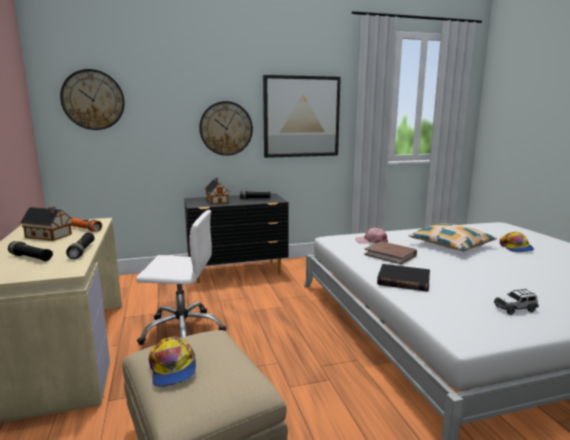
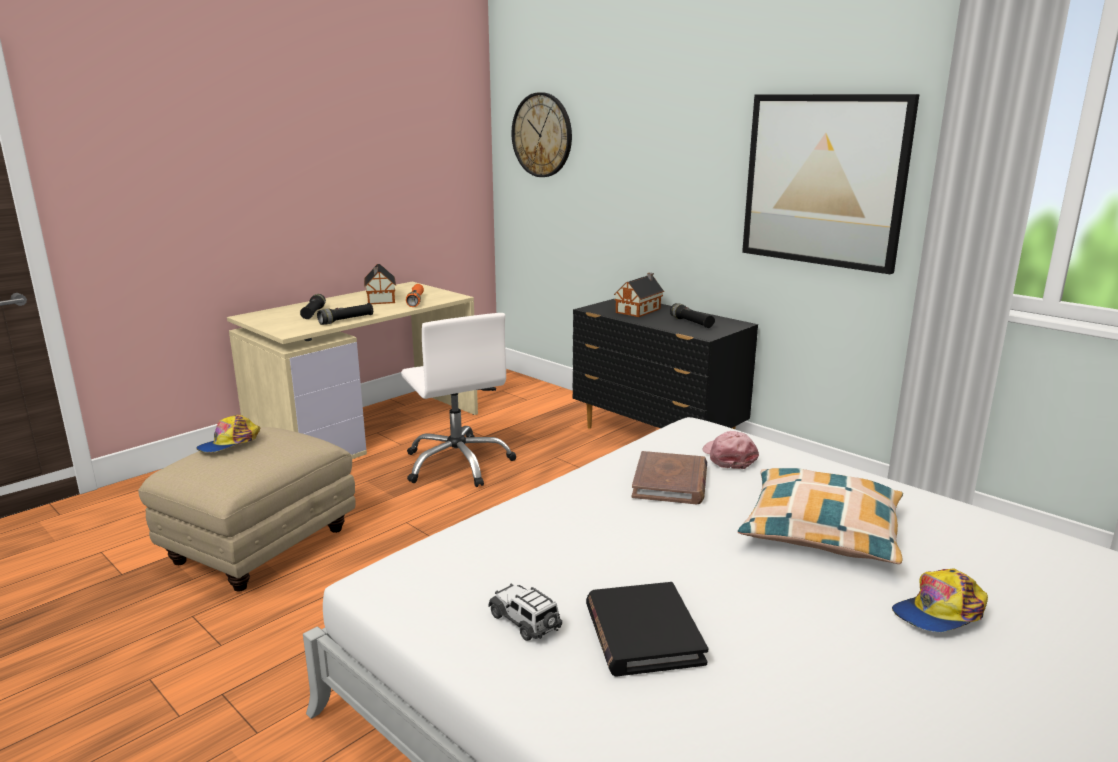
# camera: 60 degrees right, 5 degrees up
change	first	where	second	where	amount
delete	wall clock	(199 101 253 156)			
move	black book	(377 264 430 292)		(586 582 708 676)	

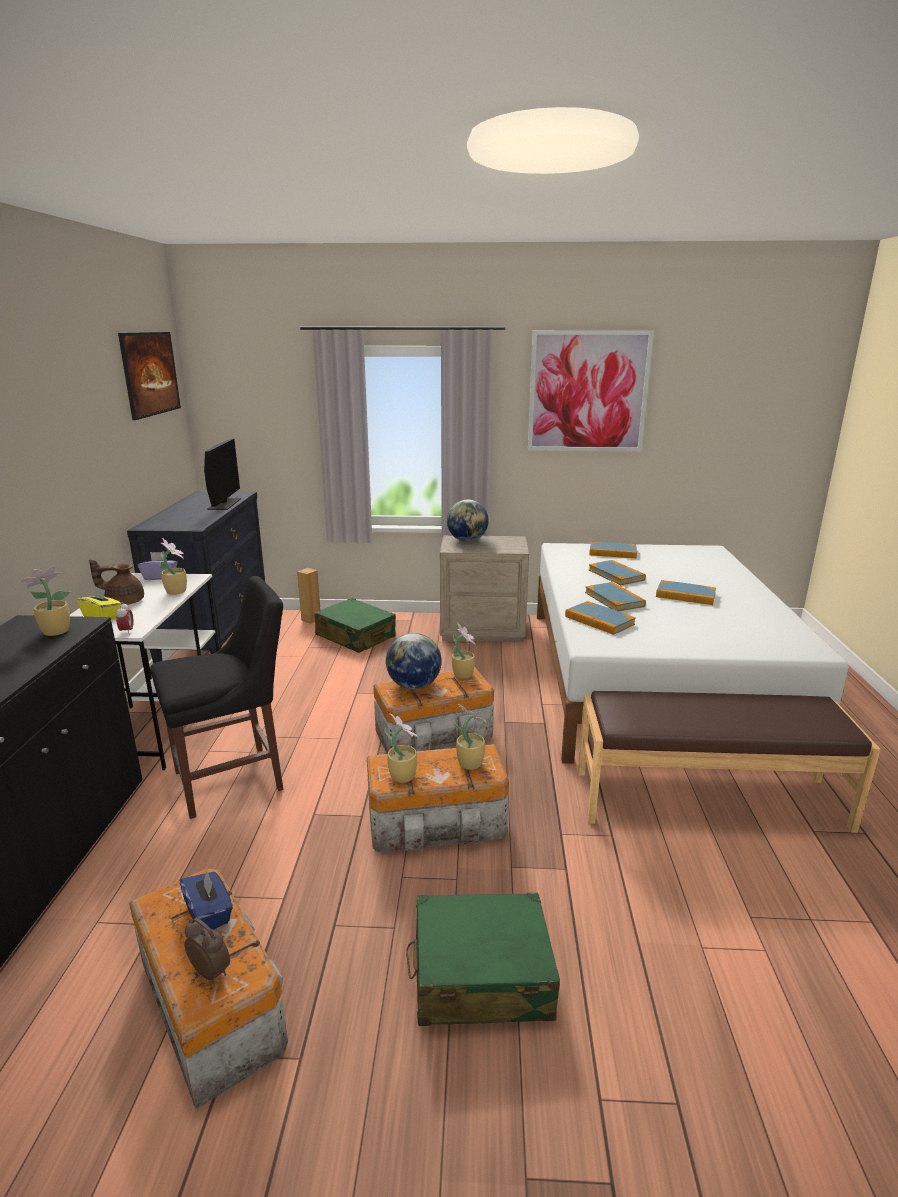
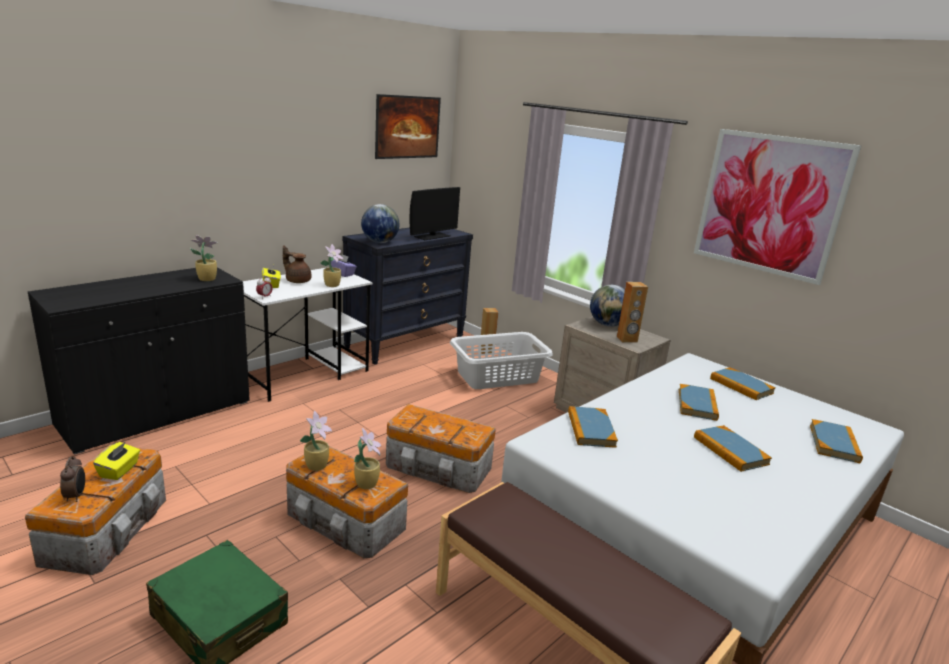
# camera: 40 degrees right, 0 degrees up
change	first	where	second	where	amount
delete	black chair	(150 576 283 819)			
move	book	(585 582 646 611)		(810 419 863 463)	
replace	green suitcase	(314 598 396 653)	white laundry basket	(450 332 553 389)	
delete	potted plant	(452 623 476 679)			
move	globe	(386 633 442 690)		(361 204 399 243)	
recolor	blue tissue box	(180 870 233 929)	yellow tissue box	(93 442 140 480)	
insert			brown speaker	(617 282 648 343)	

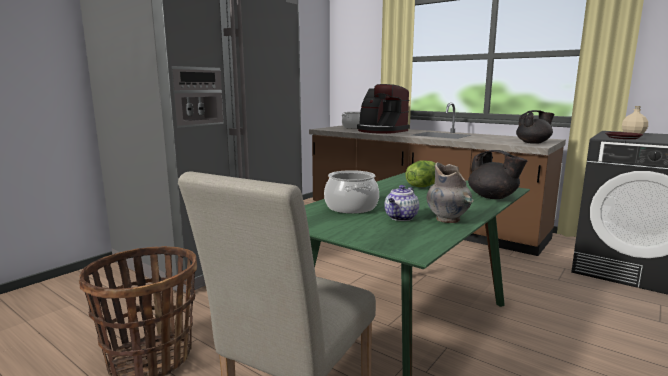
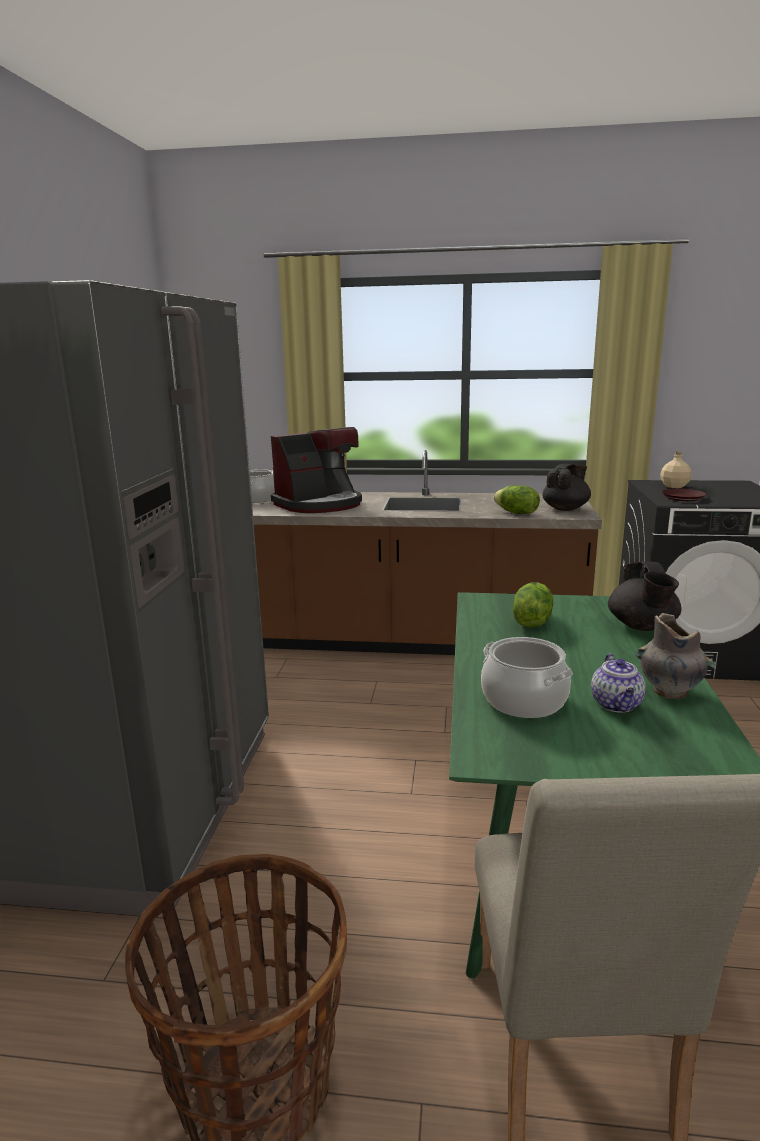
# camera: 30 degrees left, 5 degrees up
change	first	where	second	where	amount
rotate	coffee machine	(357 84 410 134)		(271 427 362 513)	45 degrees counterclockwise
rotate	black teapot	(468 150 528 199)		(608 561 682 631)	75 degrees clockwise
insert			lettuce	(494 485 540 514)	

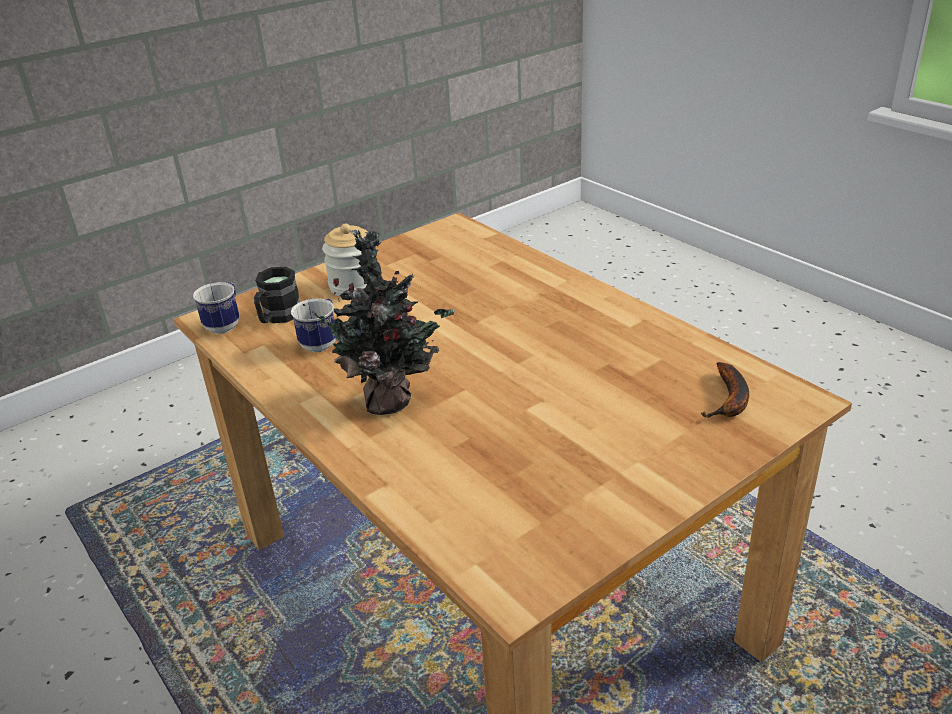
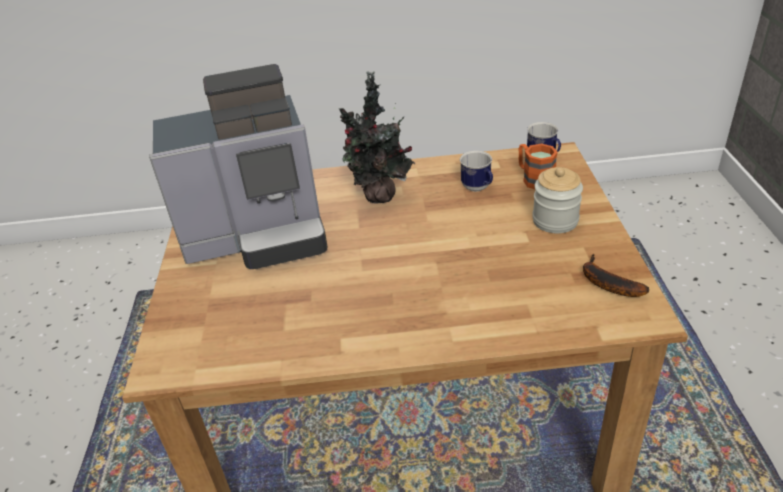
# camera: 125 degrees right, 5 degrees up
change	first	where	second	where	amount
recolor	black mug	(254 267 300 323)	orange mug	(519 144 558 189)	
move	banana	(700 362 749 418)		(583 254 649 297)	
insert			coffee machine	(149 64 328 269)	

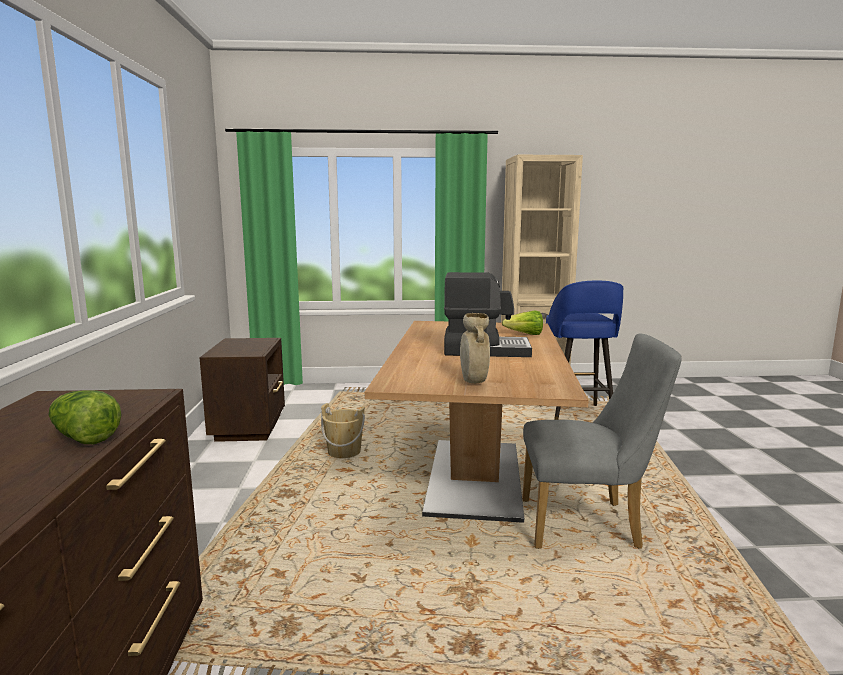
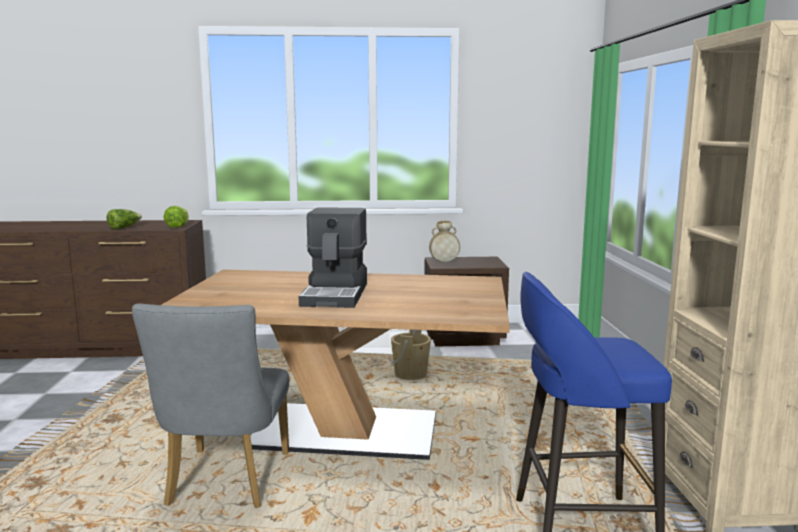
# camera: 90 degrees right, 0 degrees up
change	first	where	second	where	amount
move	lettuce	(502 311 543 335)		(163 206 189 228)	
move	beige vase	(460 313 490 384)		(429 221 460 262)	

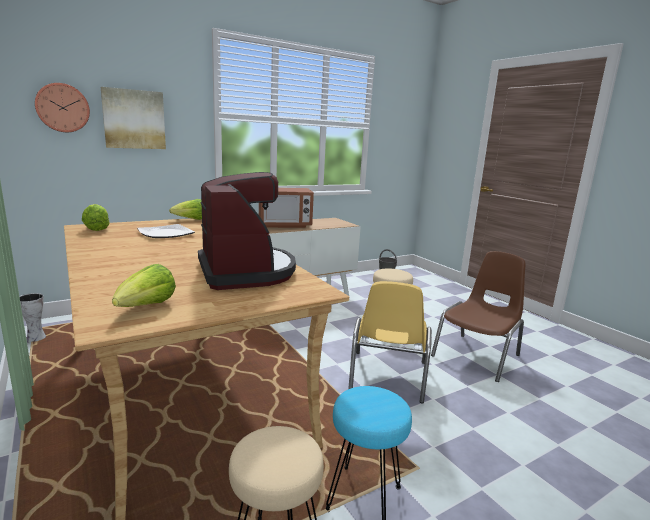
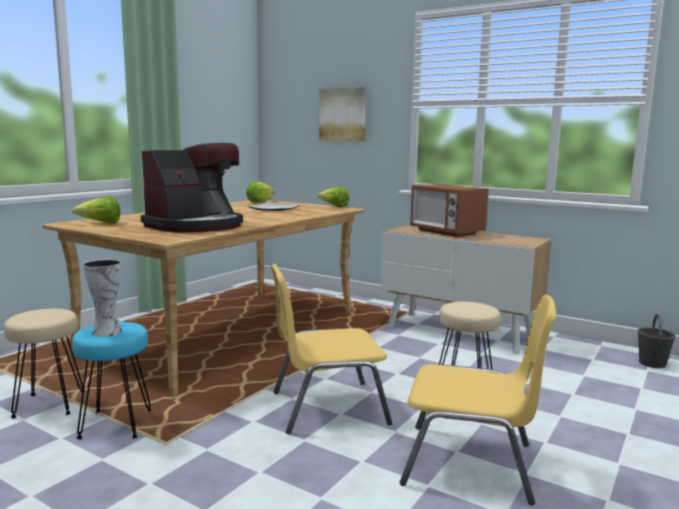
# camera: 65 degrees right, 5 degrees down
change	first	where	second	where	amount
delete	wall clock	(35 83 90 132)			
recolor	brown chair	(431 251 525 382)	yellow chair	(400 295 556 505)	
move	vase	(19 293 46 343)		(83 259 122 337)	

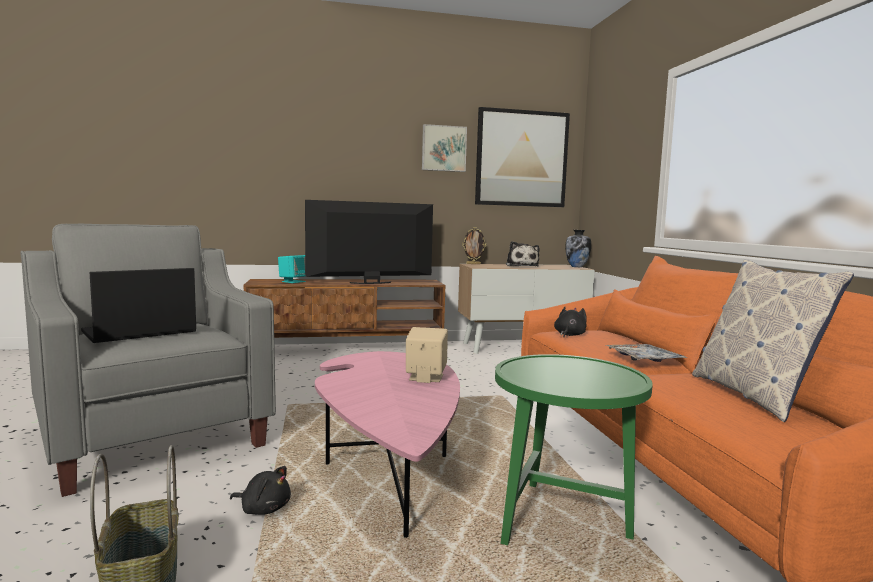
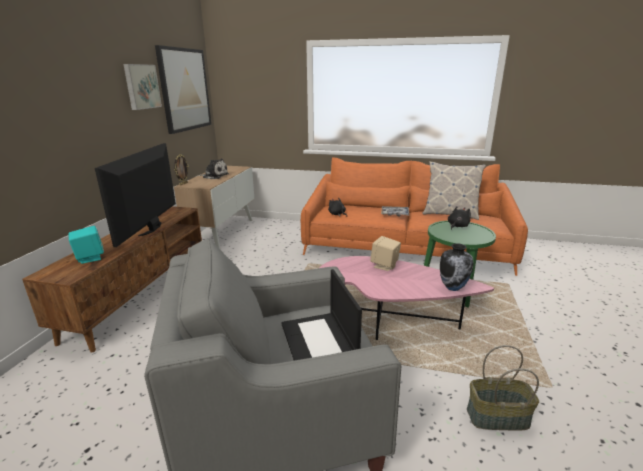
# camera: 65 degrees left, 15 degrees up
change	first	where	second	where	amount
move	vase	(565 230 591 267)		(440 243 474 291)	
move	black plush toy	(230 466 291 515)		(448 207 471 229)	

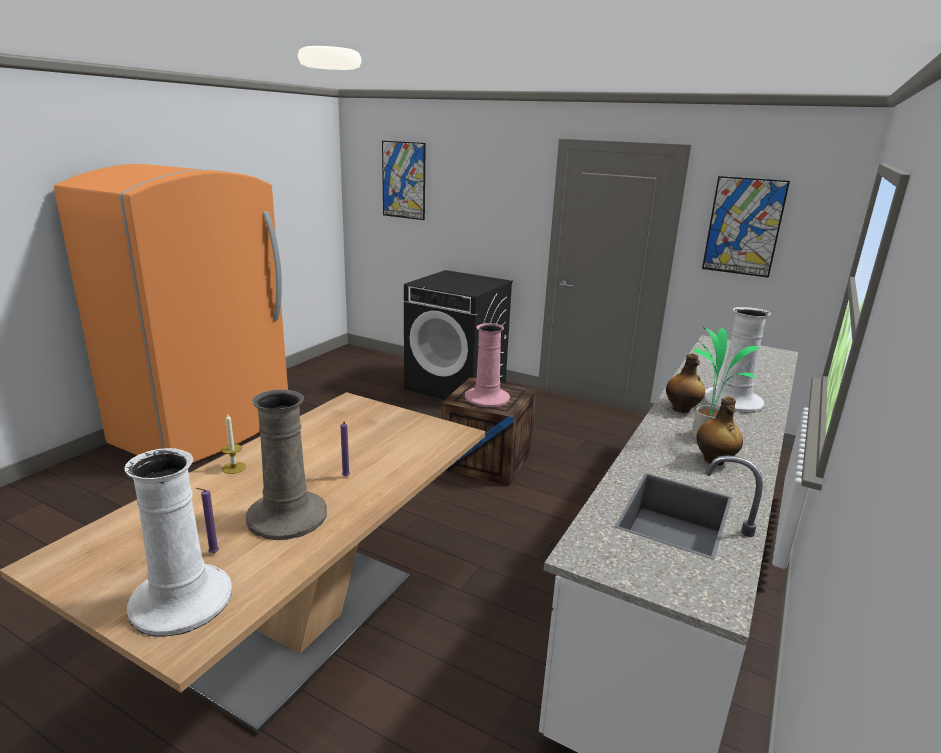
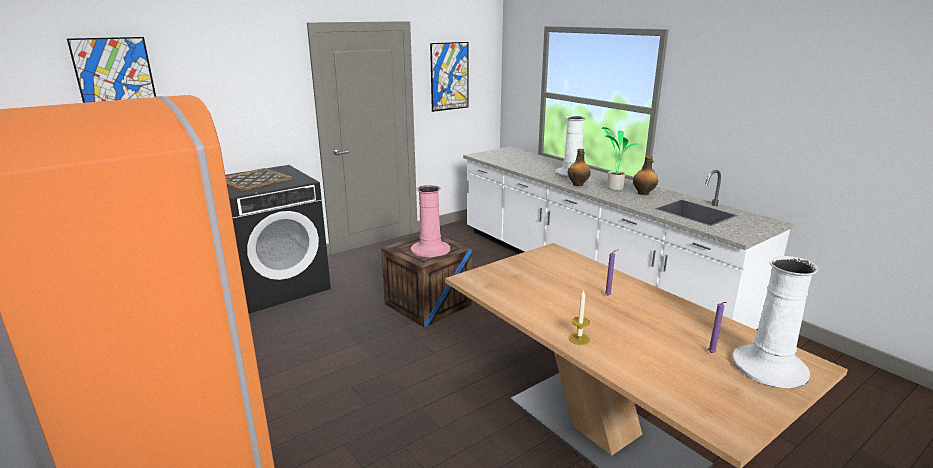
# camera: 65 degrees left, 0 degrees up
change	first	where	second	where	amount
delete	beige vase	(246 389 327 540)			
insert			tray	(226 168 293 191)	

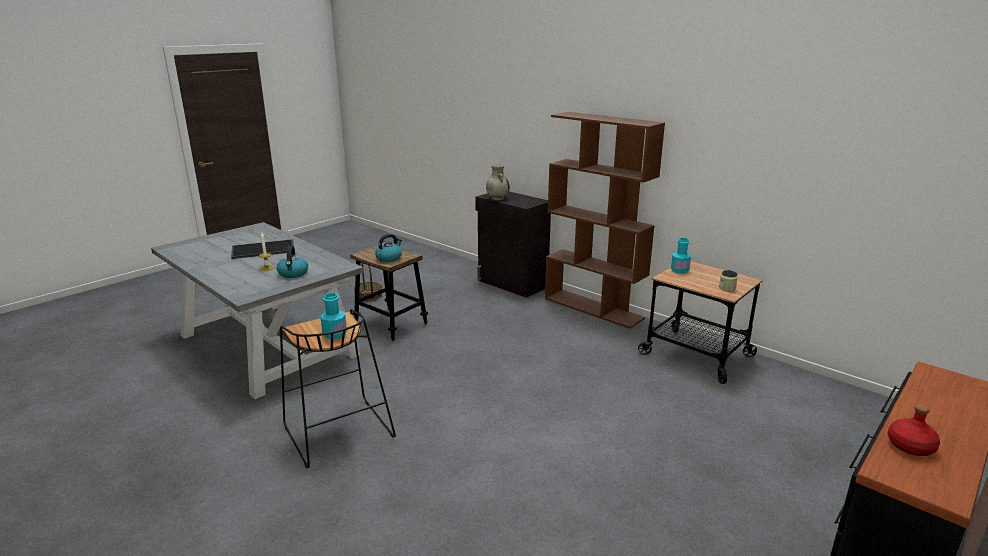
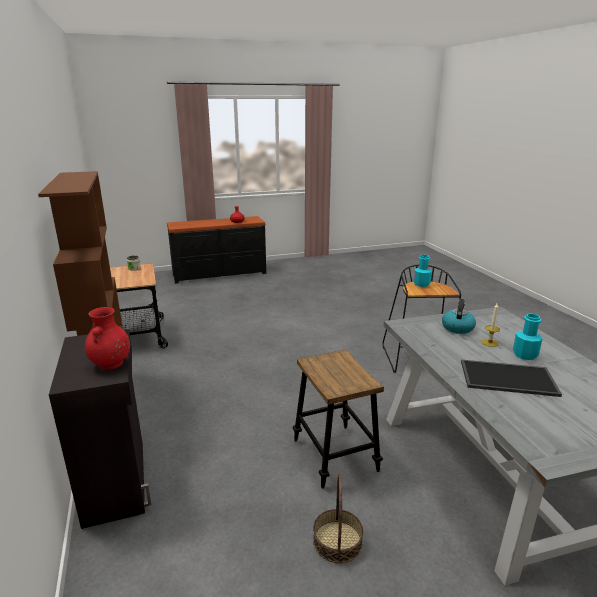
# camera: 150 degrees left, 0 degrees up
change	first	where	second	where	amount
recolor	beige vase	(486 165 510 200)	red vase	(85 307 130 370)	
delete	kettle	(375 234 402 262)			
move	turquoise bottle	(671 238 691 274)		(513 314 543 360)	

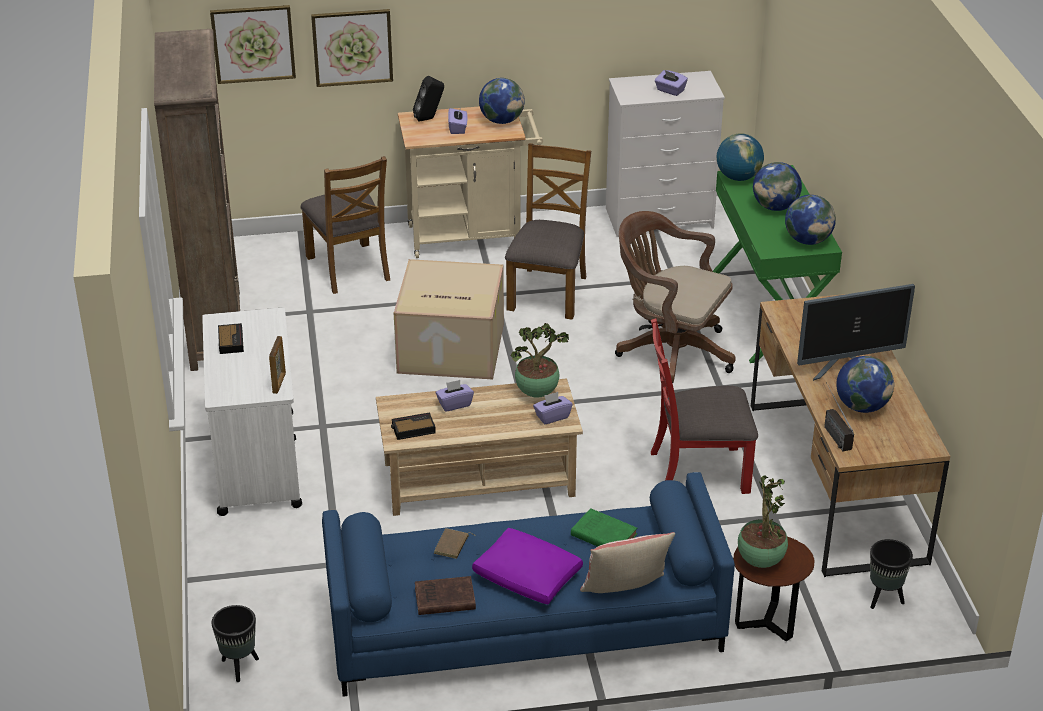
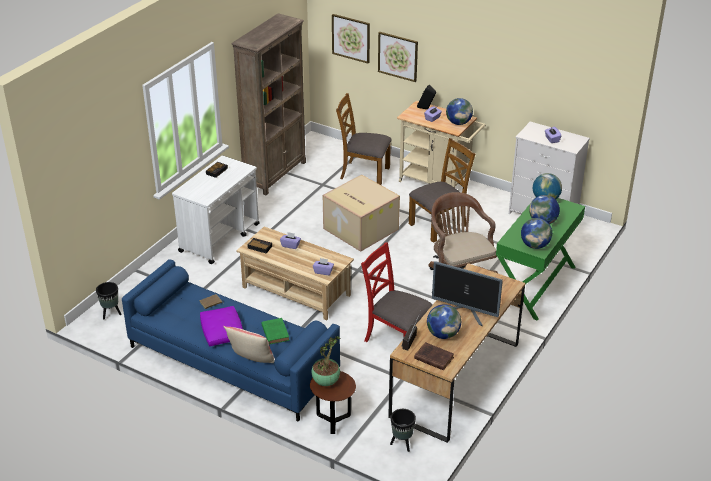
# camera: 40 degrees right, 0 degrees up
change	first	where	second	where	amount
rotate	brown chair	(300 156 390 294)		(336 93 392 185)	90 degrees clockwise
delete	potted plant	(511 323 569 398)			
delete	picture frame	(269 336 286 394)			
move	brown book	(415 576 476 615)		(414 342 454 371)	

